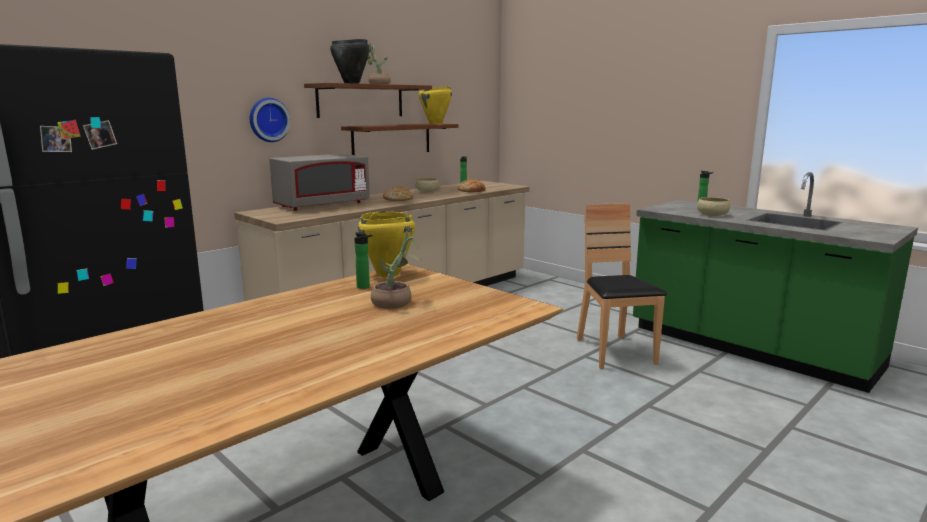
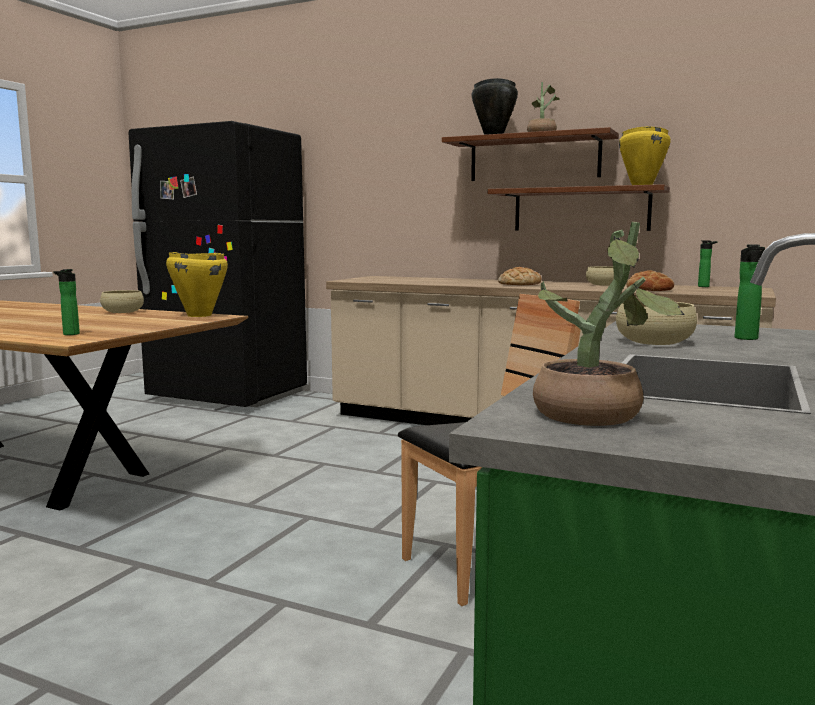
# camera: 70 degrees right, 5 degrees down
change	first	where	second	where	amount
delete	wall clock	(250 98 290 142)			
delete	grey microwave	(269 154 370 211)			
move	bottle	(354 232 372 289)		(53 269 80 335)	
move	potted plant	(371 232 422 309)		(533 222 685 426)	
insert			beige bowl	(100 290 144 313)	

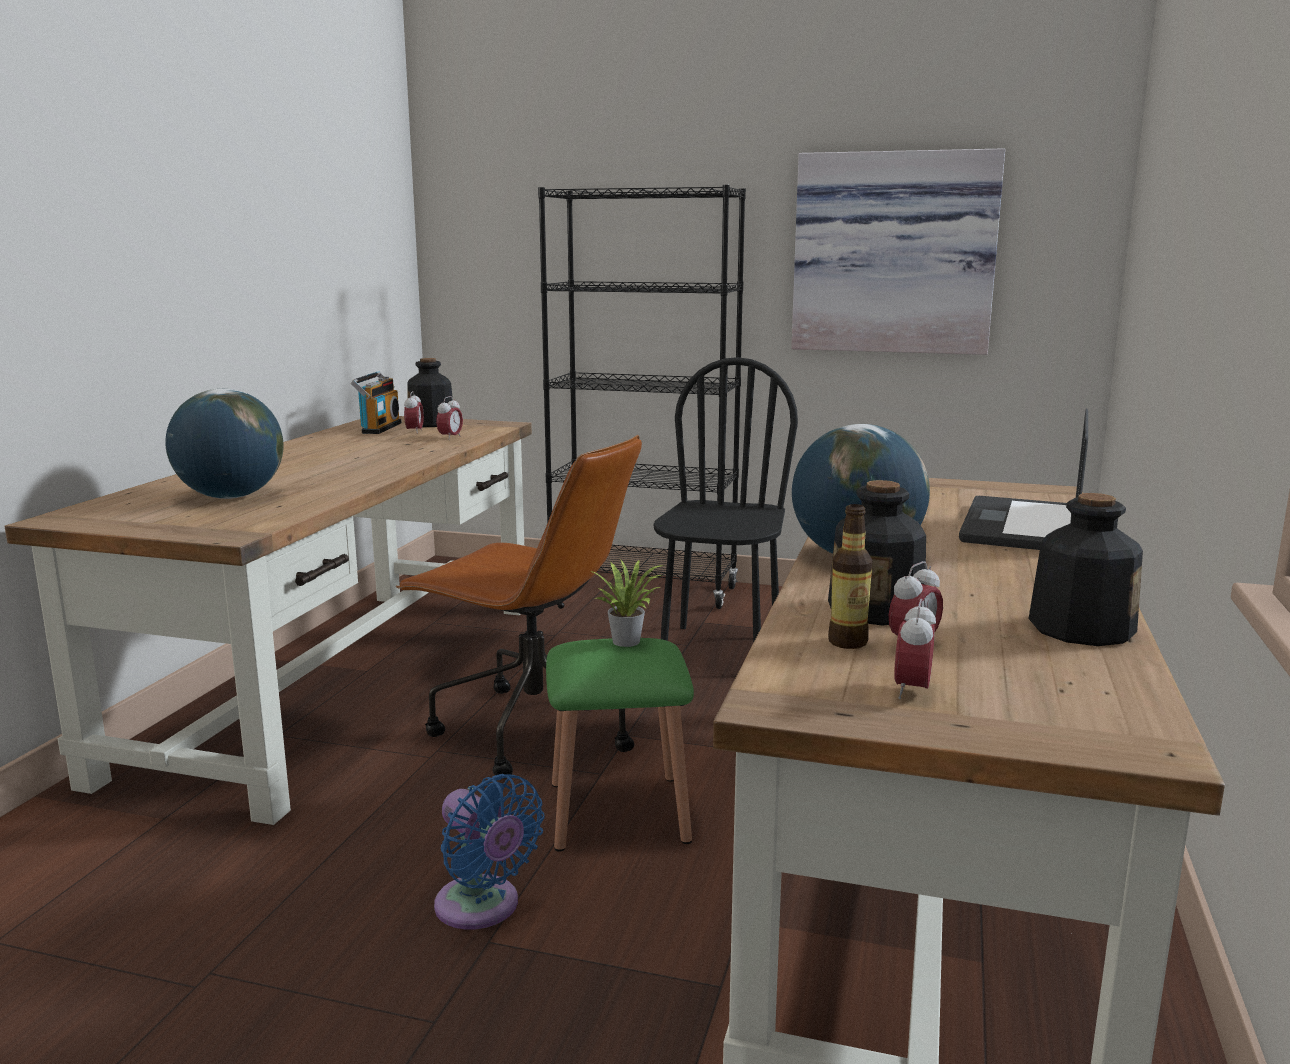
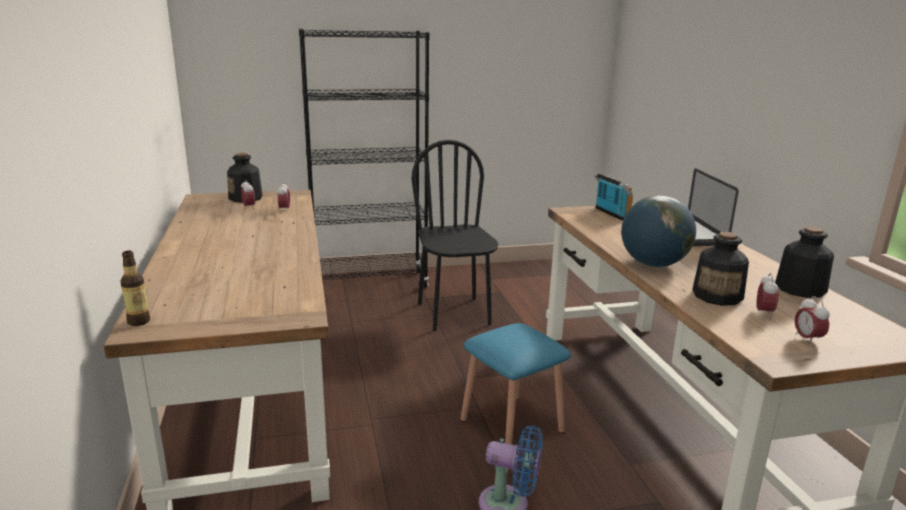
# camera: 30 degrees left, 5 degrees up
change	first	where	second	where	amount
delete	picture	(791 148 1005 355)			
move	radio	(351 371 401 434)		(594 173 633 220)	
delete	globe	(165 389 284 499)			
delete	brown office chair	(396 435 642 775)			
move	bottle	(828 504 872 649)		(120 251 150 326)	
delete	potted plant	(590 559 663 647)			
recolor	green stool	(546 638 694 852)	blue stool	(460 323 571 444)	

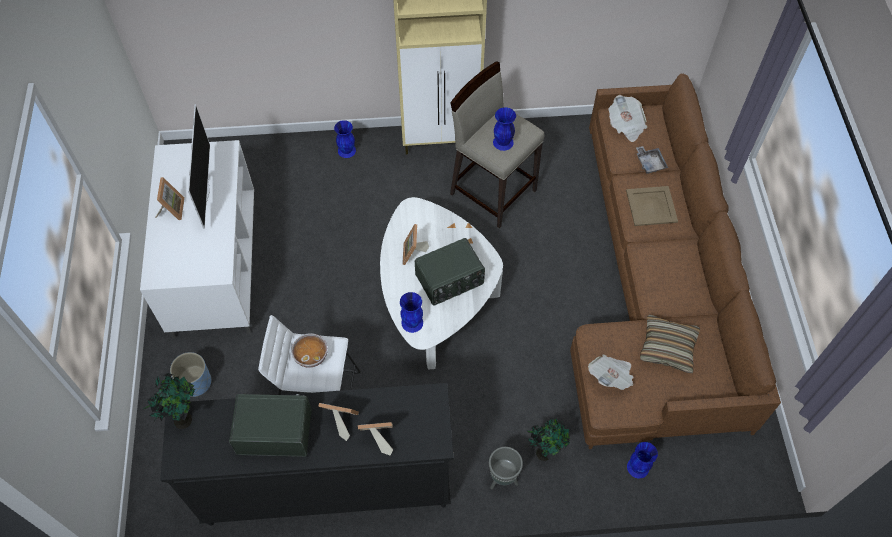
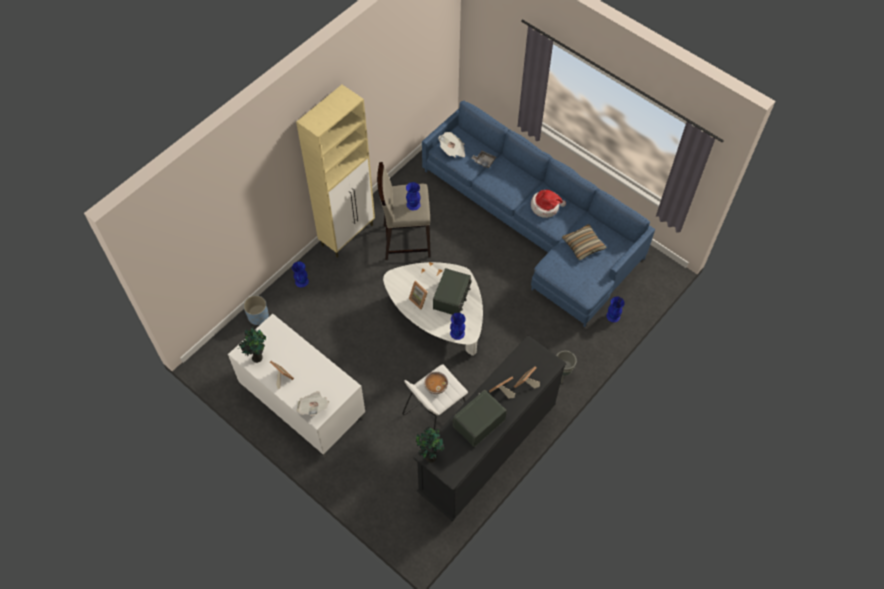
# camera: 45 degrees left, 0 degrees up
change	first	where	second	where	amount
recolor	brown sofa	(570 74 781 449)	blue sofa	(422 101 655 327)	
delete	television	(188 104 210 229)			
delete	beige tray	(626 186 678 226)			
move	blue planter	(170 352 212 397)		(244 295 269 325)	
move	newspaper	(588 354 634 390)		(297 391 329 416)	
move	potted plant	(528 418 570 461)		(238 327 266 363)	
insert			hat	(531 190 566 218)	

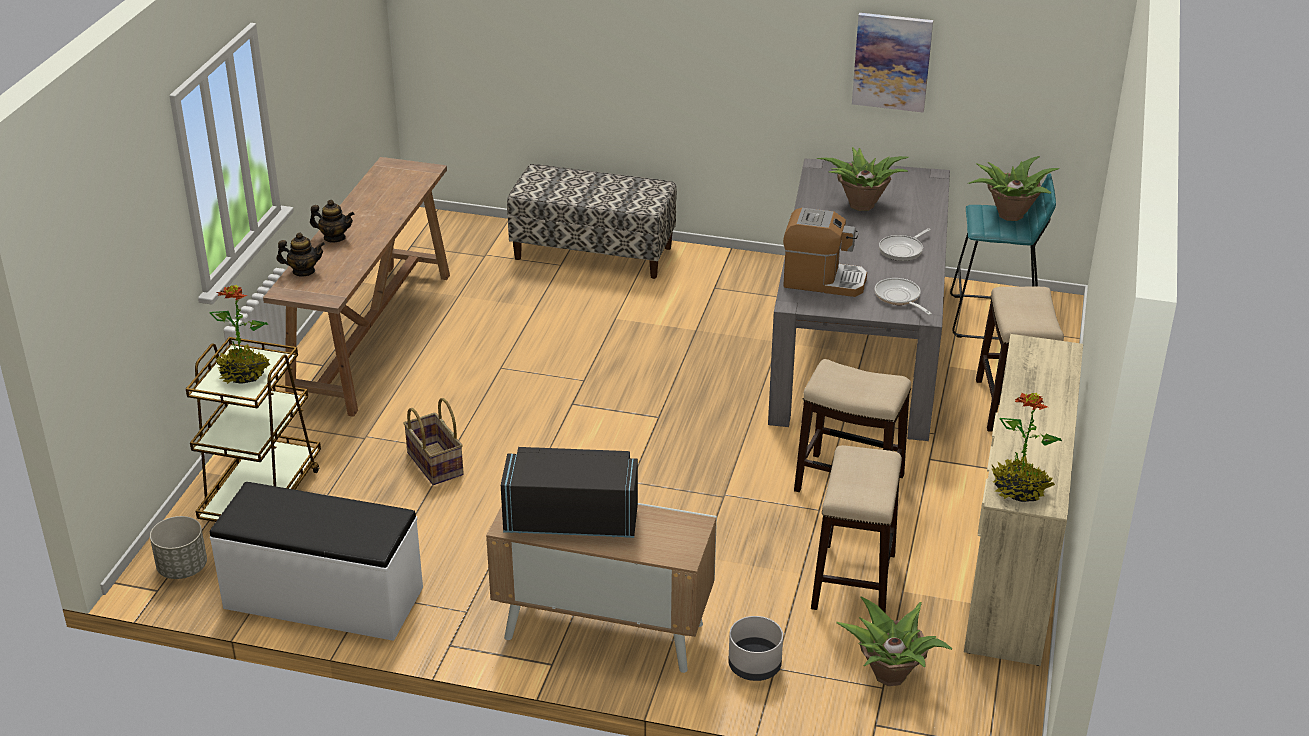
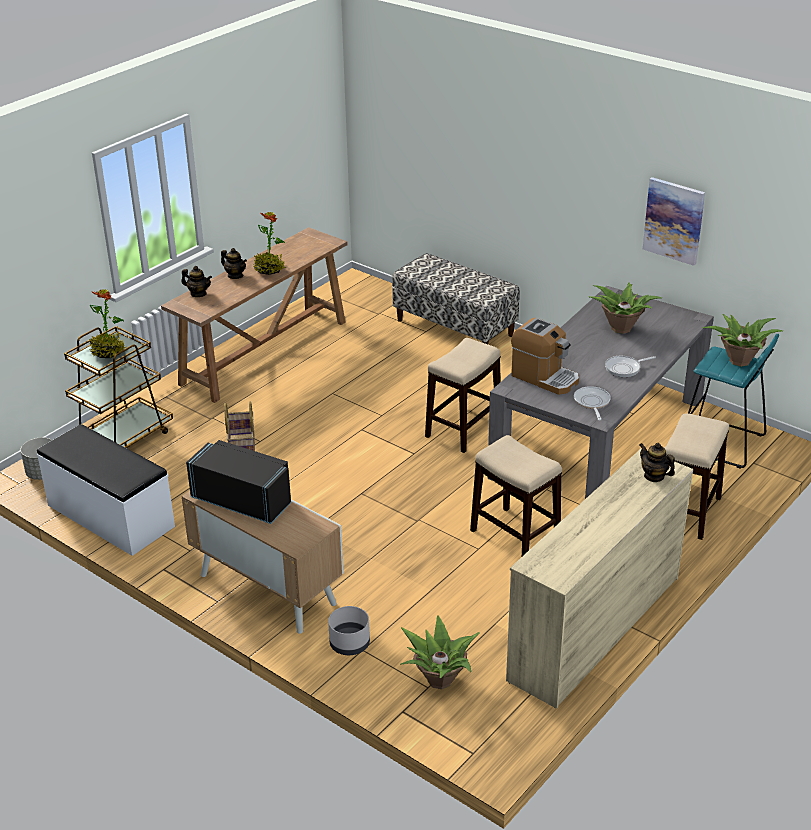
# camera: 25 degrees right, 0 degrees up
change	first	where	second	where	amount
move	potted plant	(991 393 1062 502)		(253 212 286 275)	
move	stool	(811 445 902 613)		(425 338 501 453)	
insert			teapot	(639 443 675 482)	

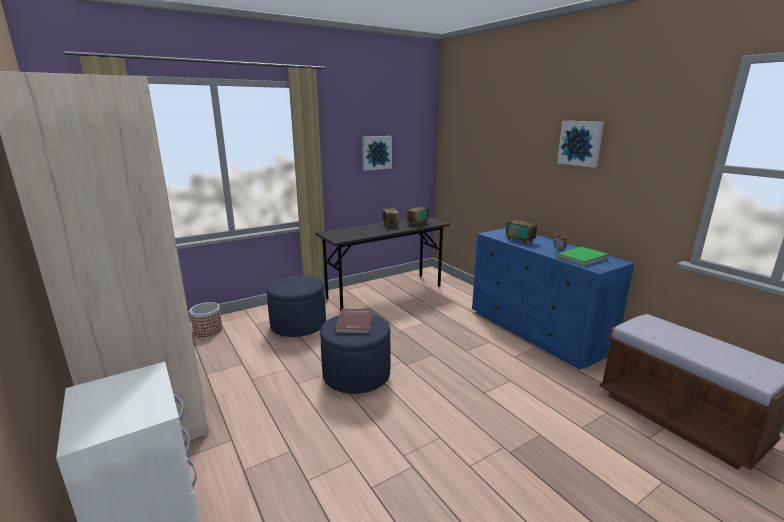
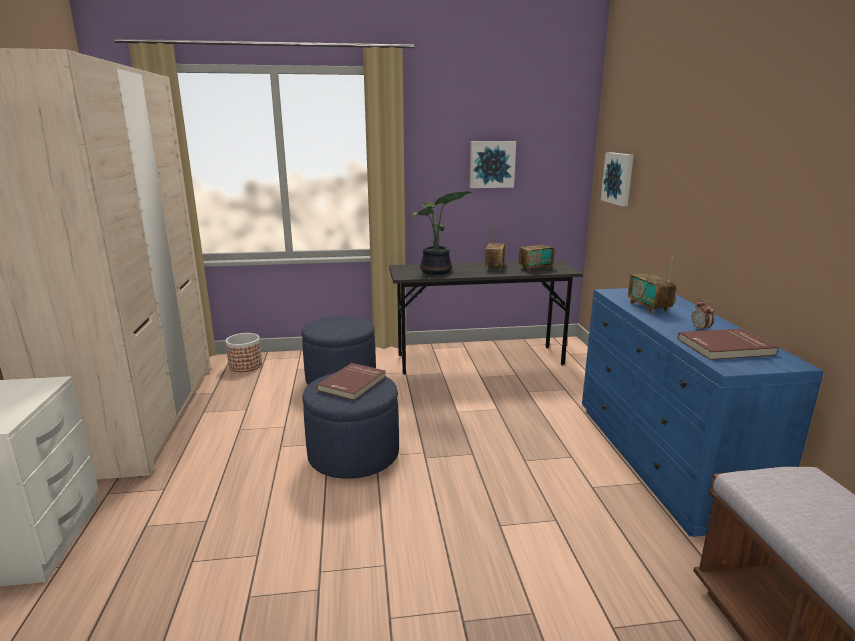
# camera: 25 degrees right, 0 degrees up
change	first	where	second	where	amount
move	picture	(557 121 604 168)		(601 152 634 206)	
recolor	green book	(557 247 609 266)	red book	(678 329 778 360)	
insert			potted plant	(412 191 472 275)	

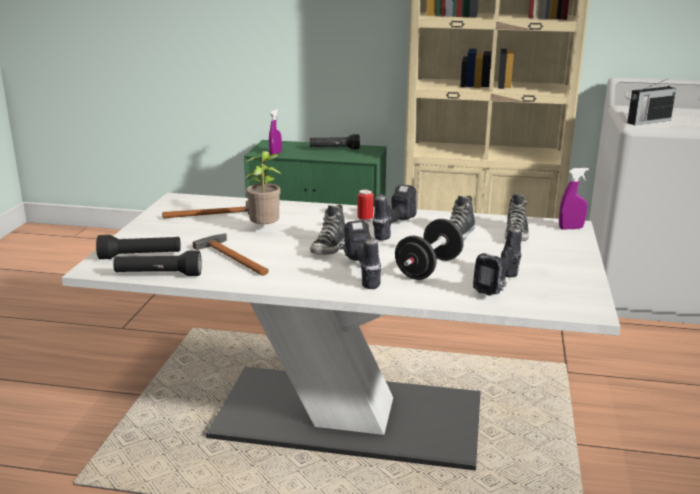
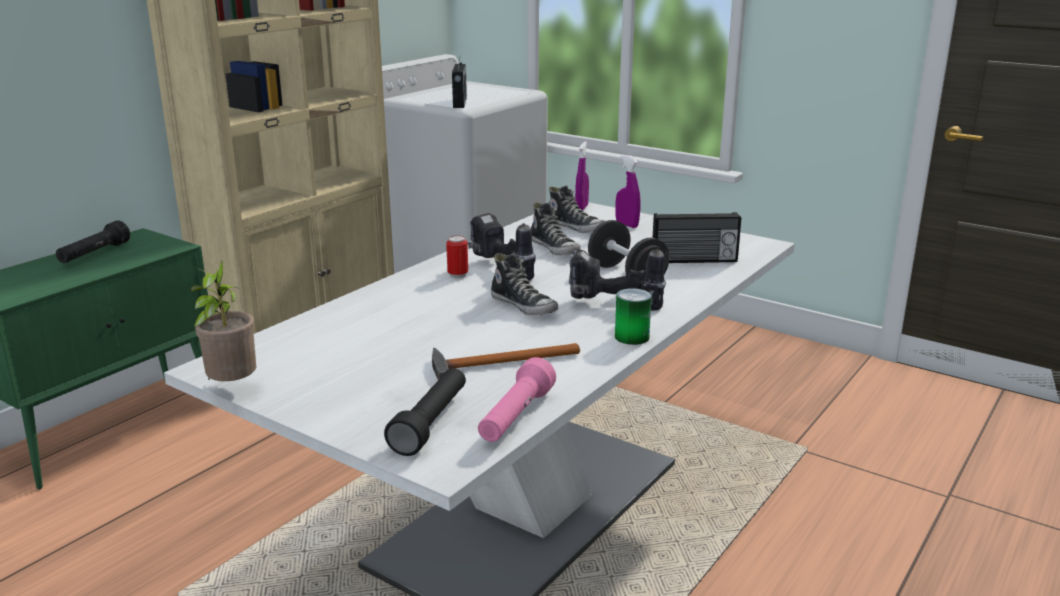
# camera: 65 degrees left, 0 degrees up
change	first	where	second	where	amount
move	purple spray bottle	(269 109 282 155)		(615 155 640 228)	
move	potted plant	(244 151 281 224)		(190 260 256 381)	
delete	hammer	(162 201 249 219)			
replace	power drill	(473 225 522 296)	radio	(653 212 741 263)	
recolor	black flashlight	(113 251 202 276)	pink flashlight	(478 357 556 442)	
insert			can	(615 288 652 345)	

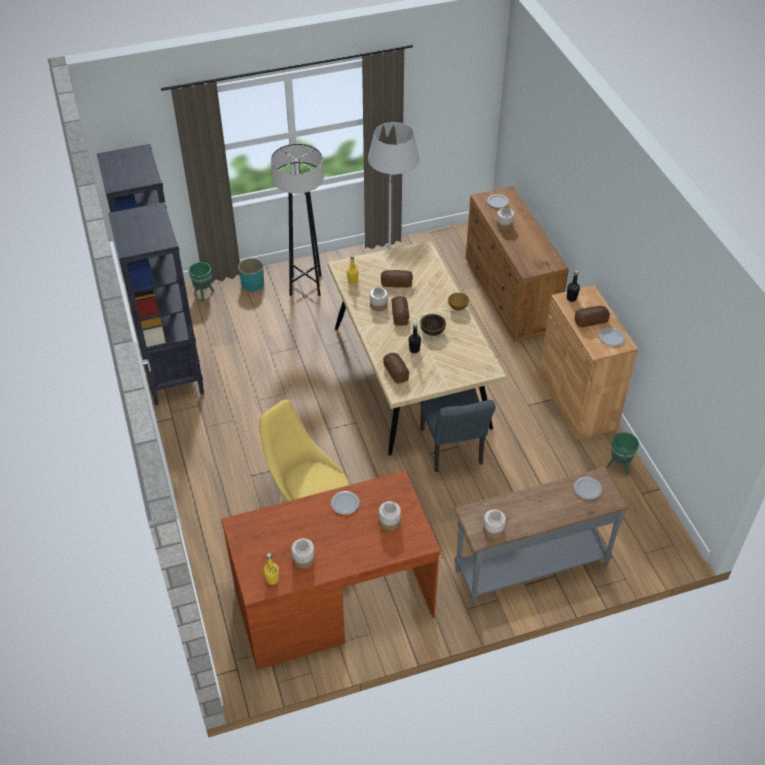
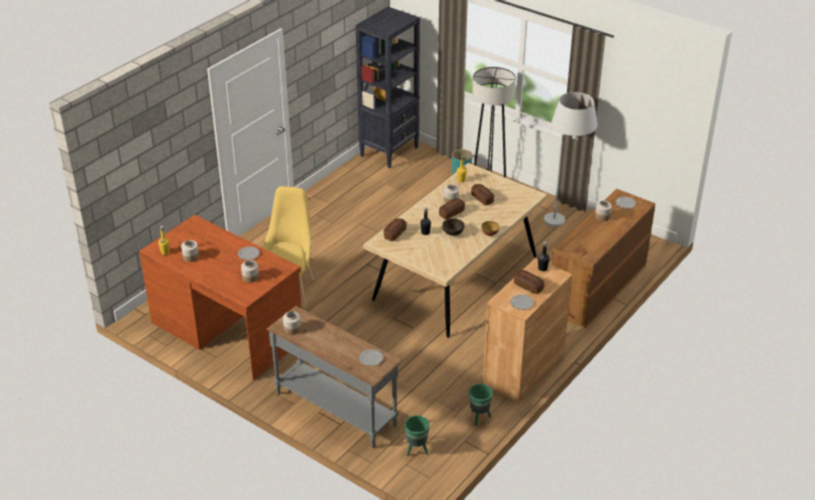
# camera: 55 degrees right, 10 degrees down
change	first	where	second	where	amount
delete	black bookcase	(108 202 204 405)			
move	green planter	(188 262 214 302)		(404 416 430 456)	
delete	grey chair	(420 388 496 472)			

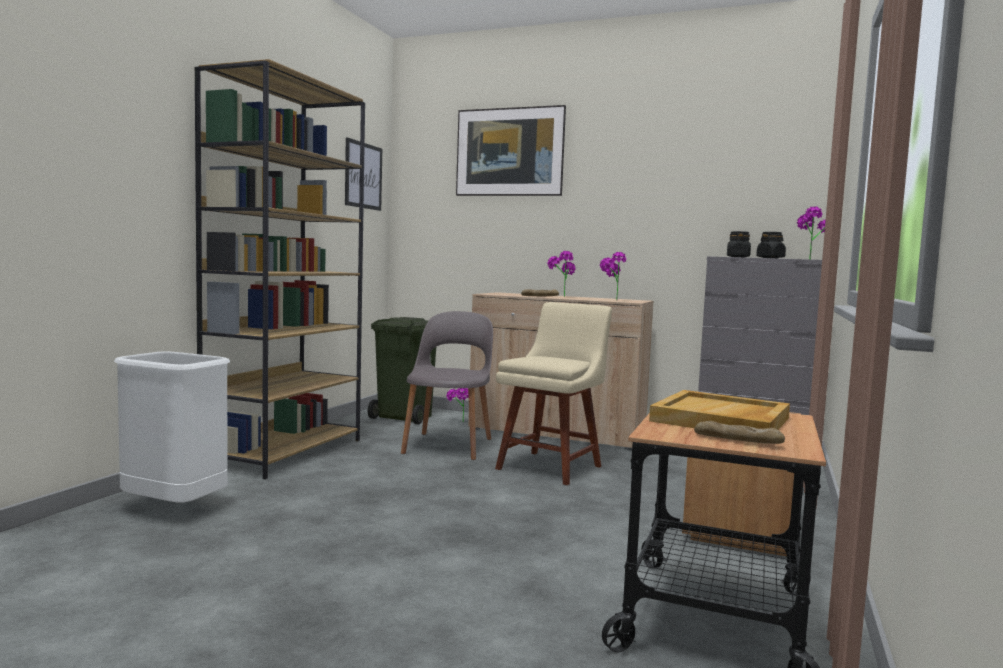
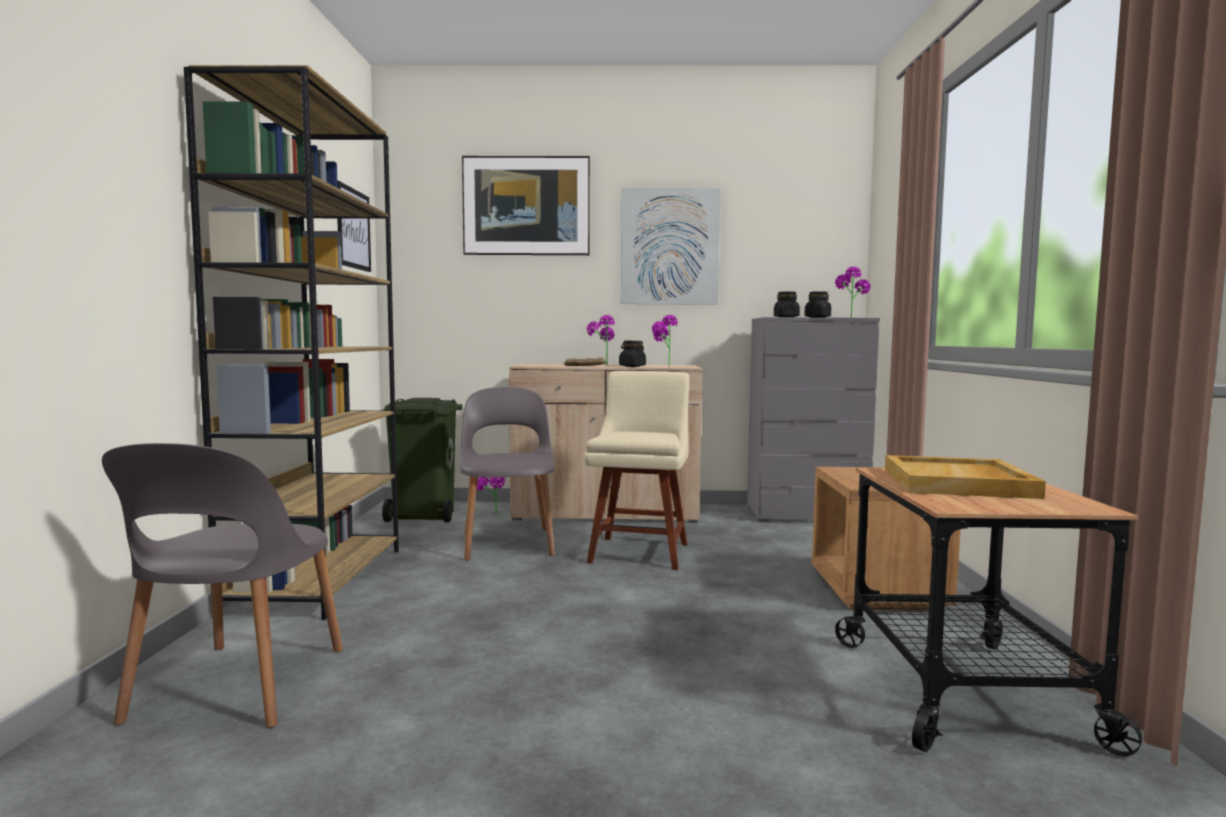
# camera: 20 degrees left, 0 degrees up
change	first	where	second	where	amount
replace	white trash can	(114 351 230 503)	grey chair	(102 443 343 728)	
delete	bread	(694 421 785 444)			
insert			picture	(621 188 721 305)	
insert			black jar	(619 341 646 367)	

